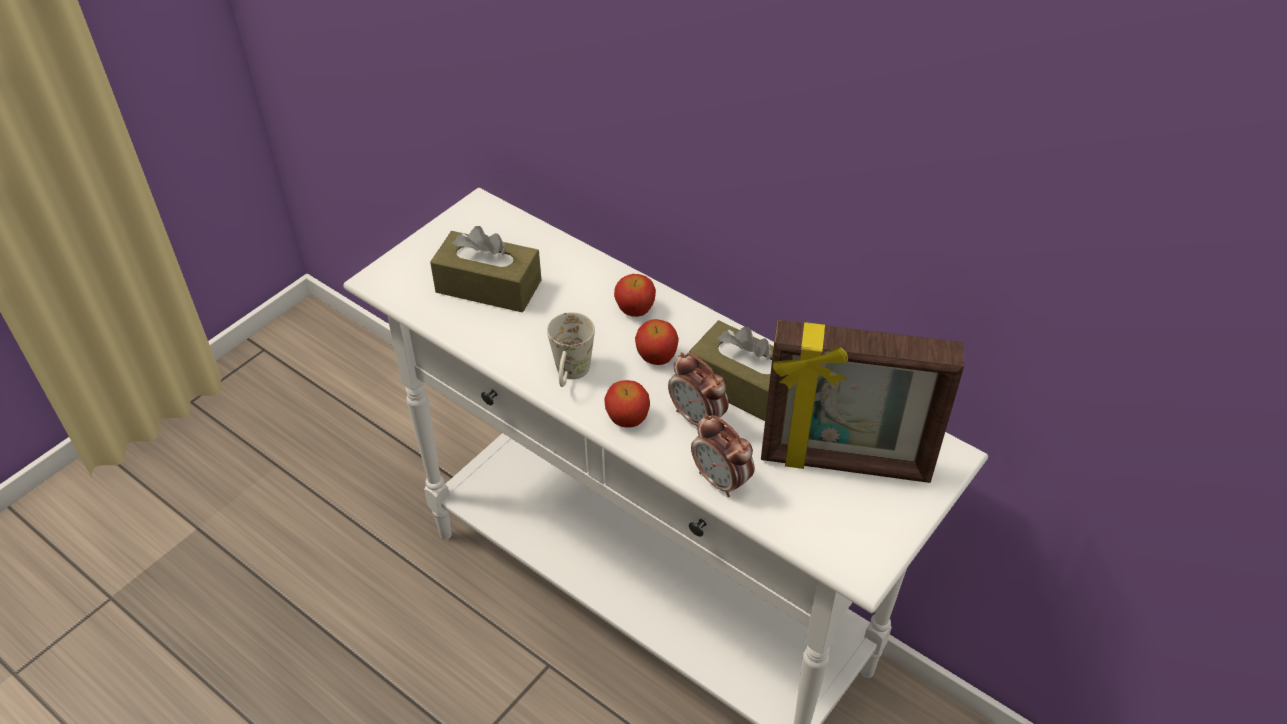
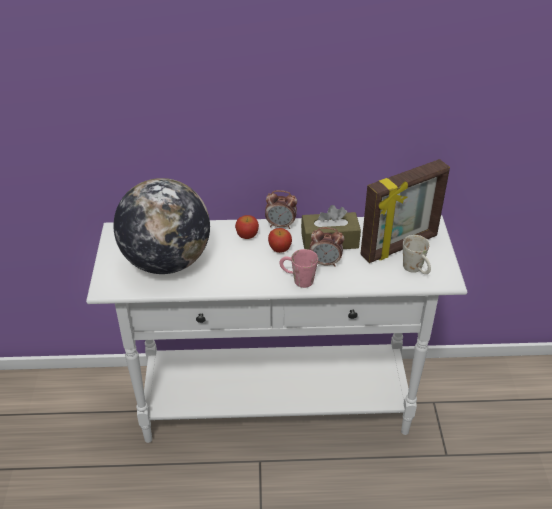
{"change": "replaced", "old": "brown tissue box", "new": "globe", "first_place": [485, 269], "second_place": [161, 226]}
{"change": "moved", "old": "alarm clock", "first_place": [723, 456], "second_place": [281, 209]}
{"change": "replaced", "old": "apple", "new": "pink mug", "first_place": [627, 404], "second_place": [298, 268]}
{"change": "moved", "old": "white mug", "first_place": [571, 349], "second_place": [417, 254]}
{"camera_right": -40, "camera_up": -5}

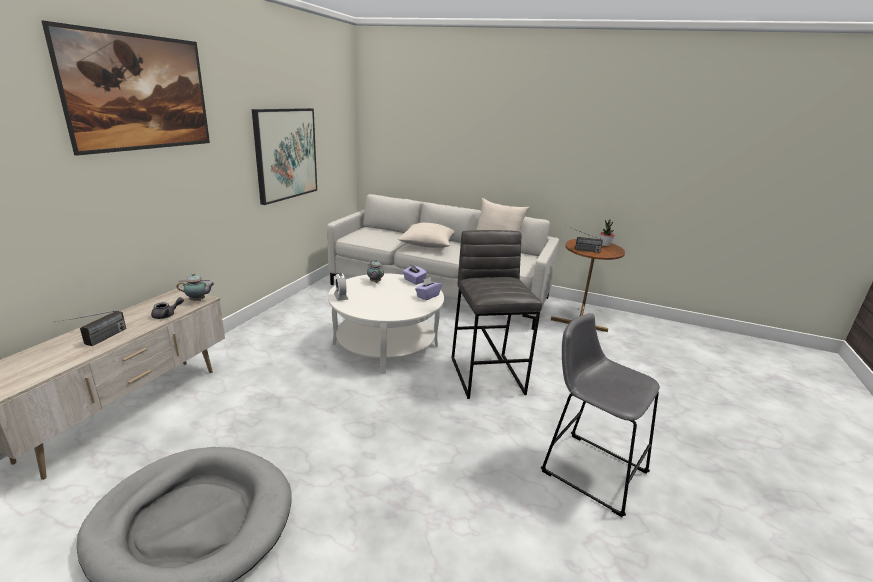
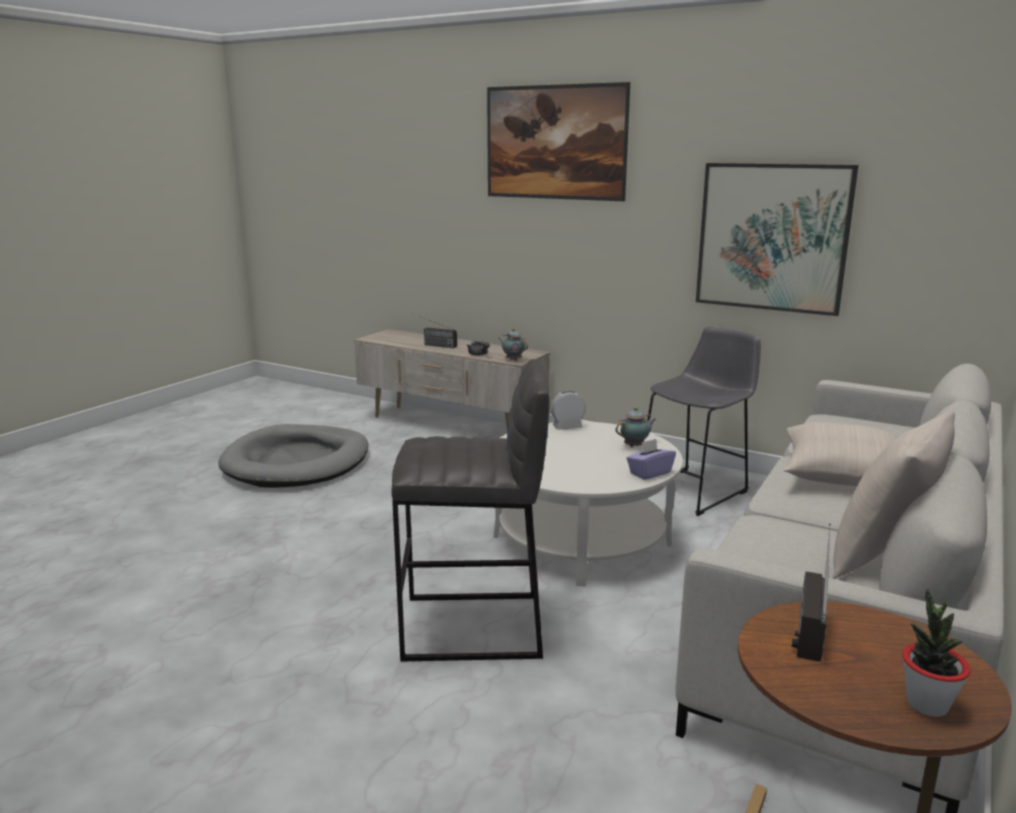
{"change": "turned", "old": "teapot", "first_place": [196, 287], "second_place": [513, 344], "degrees": 135}
{"change": "moved", "old": "grey stool", "first_place": [600, 415], "second_place": [704, 421]}
{"change": "removed", "old": "purple tissue box", "first_place": [428, 288]}
{"camera_right": 100, "camera_up": -5}

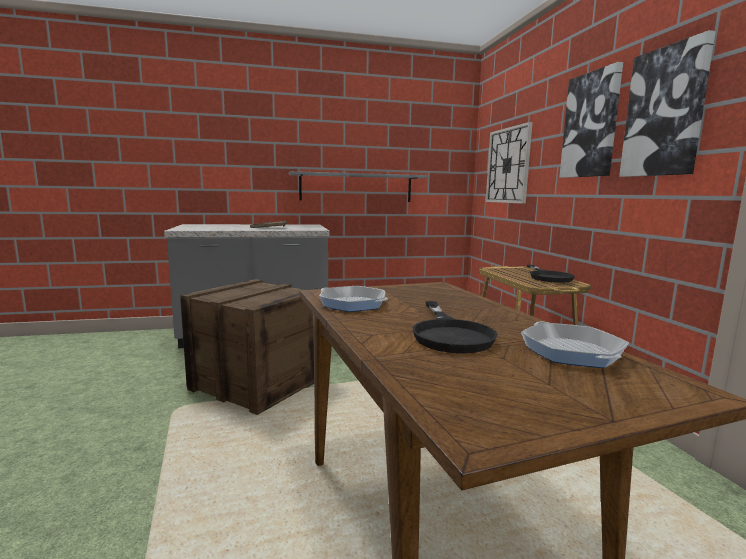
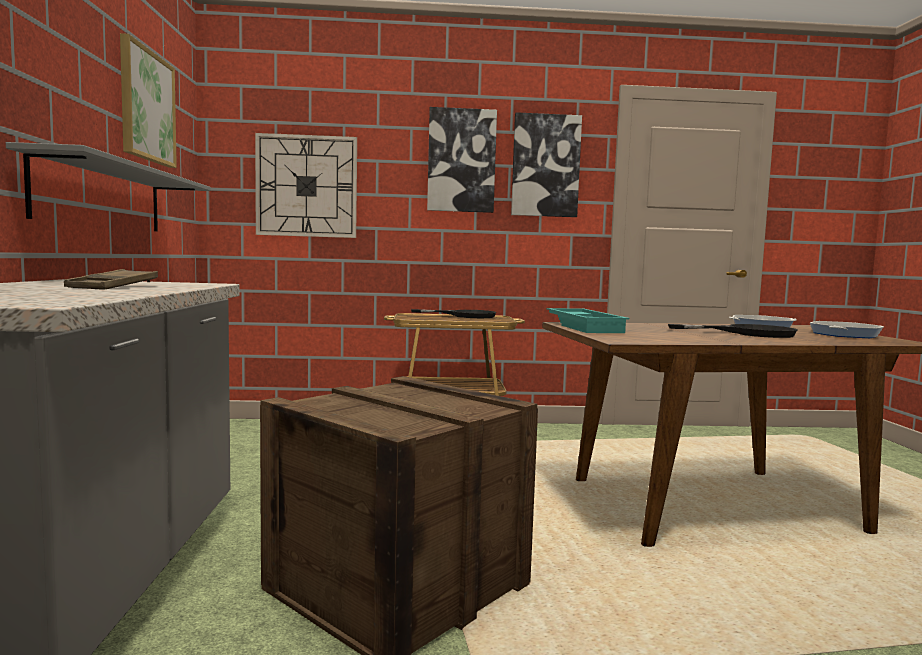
{"change": "added", "new": "picture", "second_place": [148, 100]}
{"change": "added", "new": "turquoise tray", "second_place": [588, 320]}
{"change": "moved", "old": "frying pan", "first_place": [353, 299], "second_place": [847, 329]}
{"camera_right": -80, "camera_up": -5}

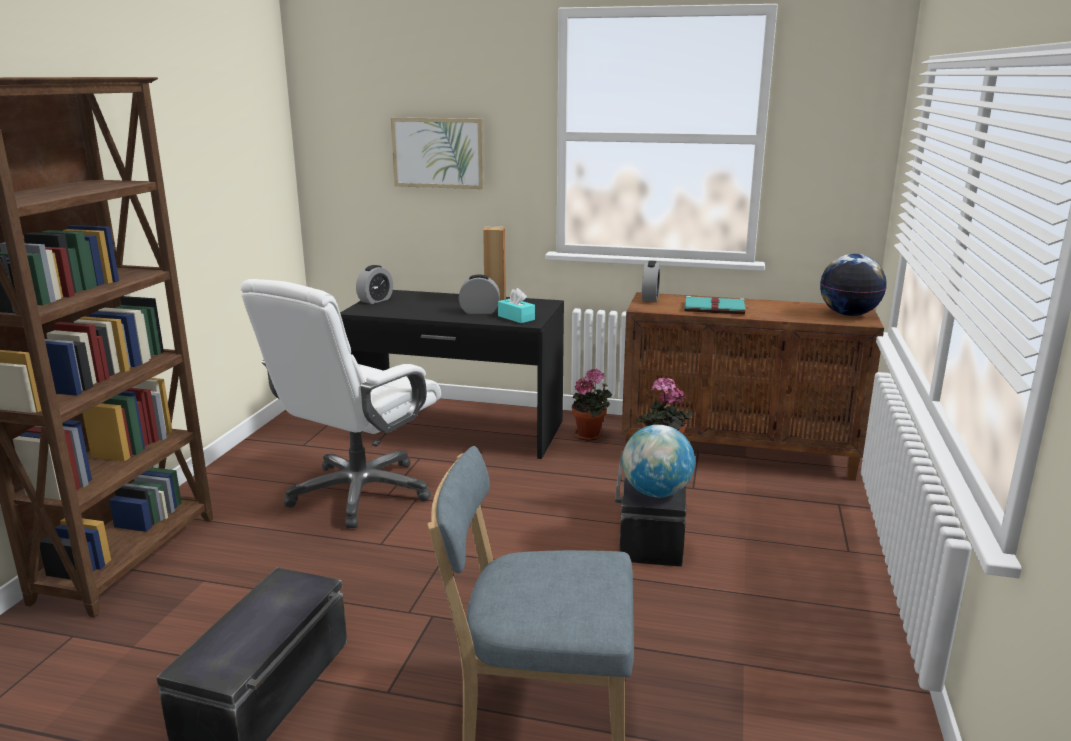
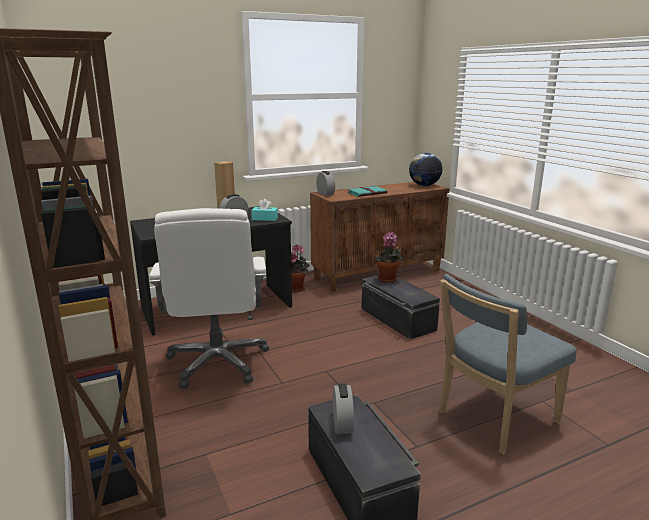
{"change": "moved", "old": "alarm clock", "first_place": [374, 284], "second_place": [343, 408]}
{"change": "removed", "old": "picture", "first_place": [438, 153]}
{"change": "removed", "old": "globe", "first_place": [658, 461]}
{"camera_right": -40, "camera_up": 0}

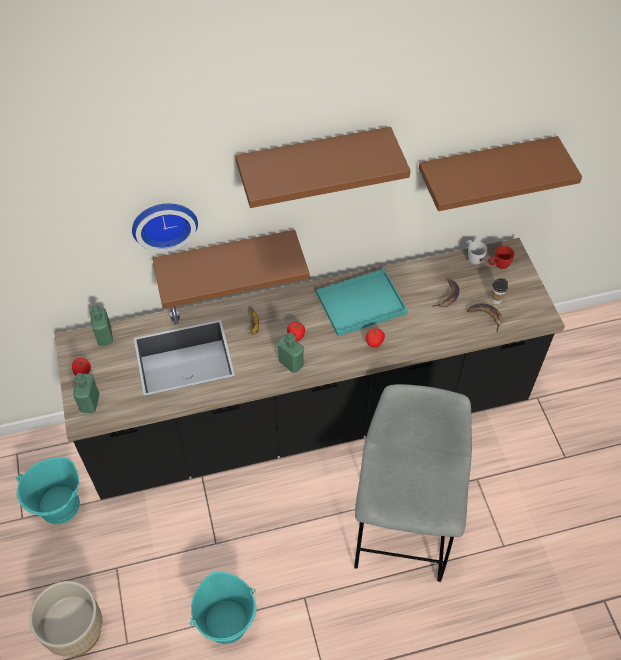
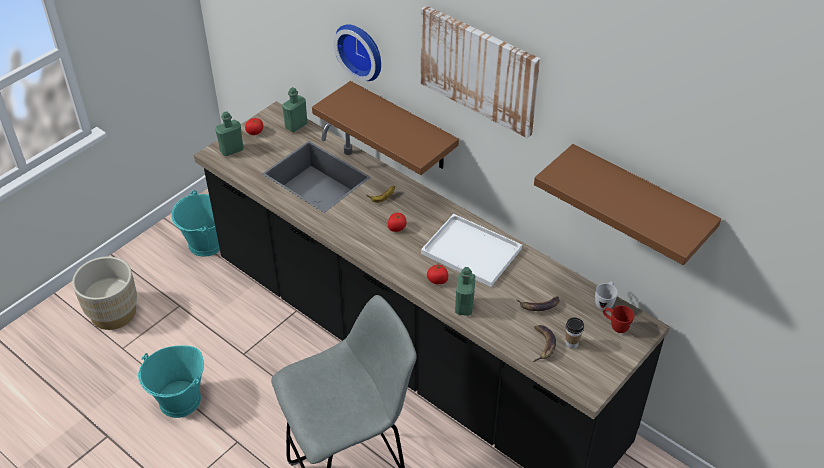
{"change": "replaced", "old": "brown shelf", "new": "picture", "first_place": [323, 167], "second_place": [480, 72]}
{"change": "recoloured", "old": "turquoise tray", "new": "white tray", "first_place": [362, 302], "second_place": [471, 250]}
{"change": "moved", "old": "green bottle", "first_place": [290, 352], "second_place": [465, 291]}
{"camera_right": 55, "camera_up": -10}

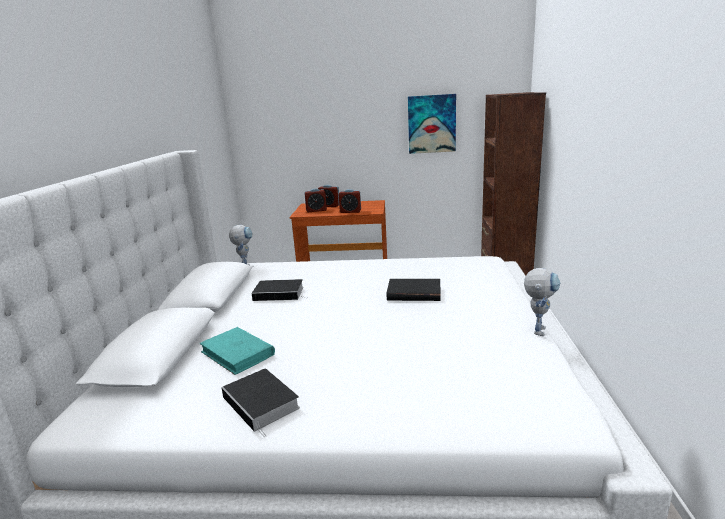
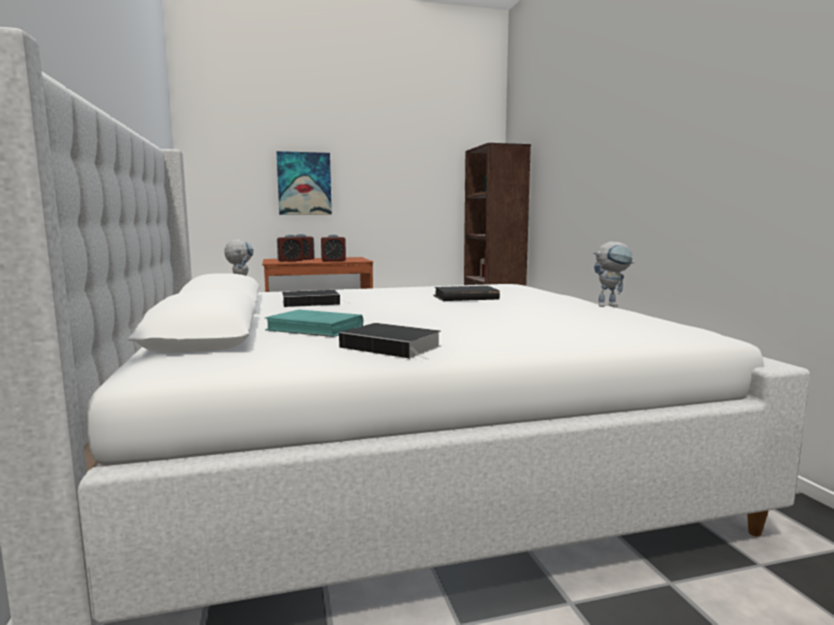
{"change": "moved", "old": "picture", "first_place": [432, 124], "second_place": [304, 183]}
{"change": "turned", "old": "toy robot", "first_place": [542, 302], "second_place": [613, 274], "degrees": 75}
{"camera_right": -20, "camera_up": -10}

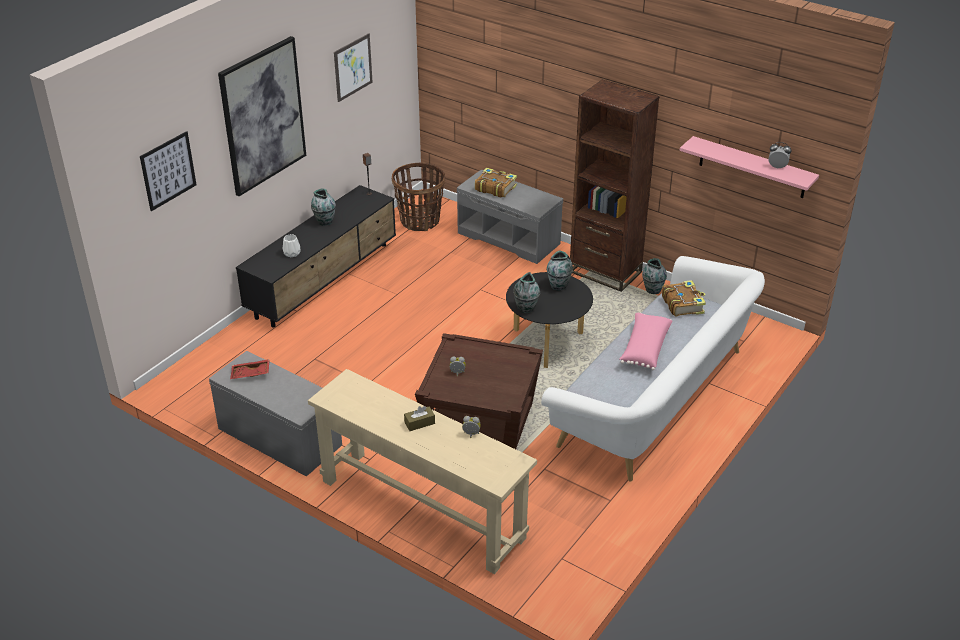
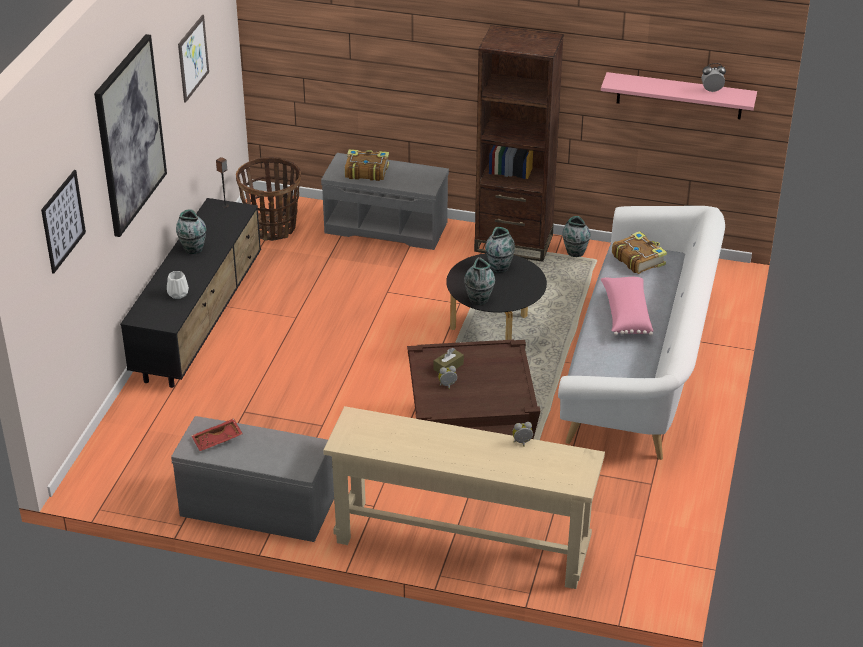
{"change": "moved", "old": "brown tissue box", "first_place": [419, 418], "second_place": [449, 360]}
{"camera_right": -20, "camera_up": 0}

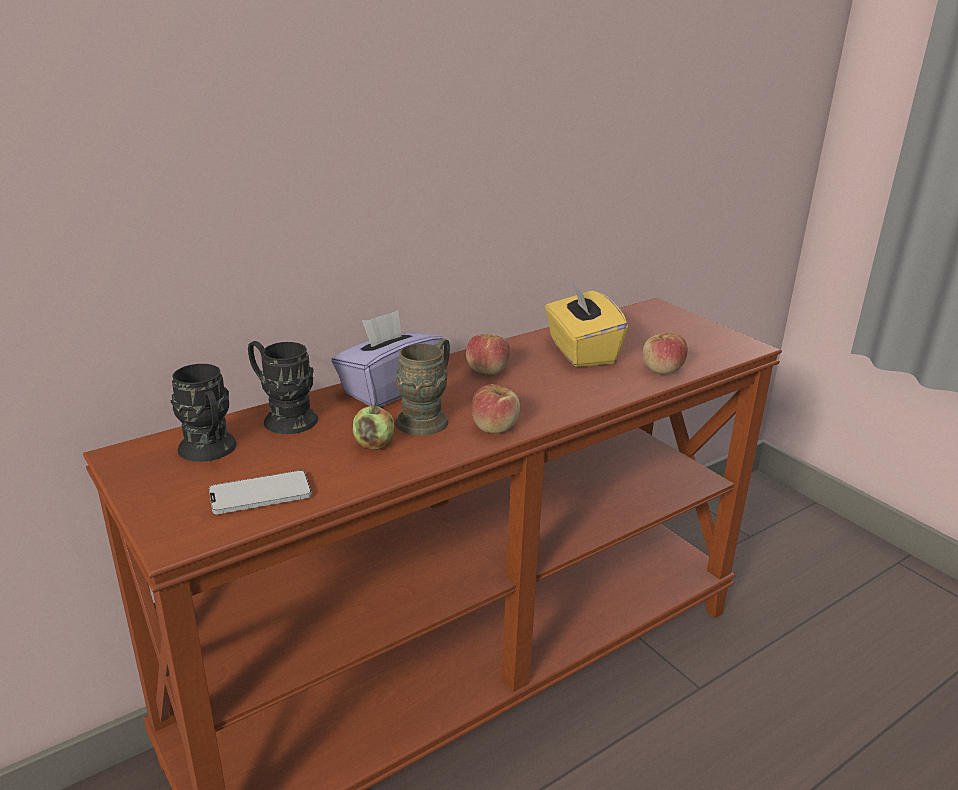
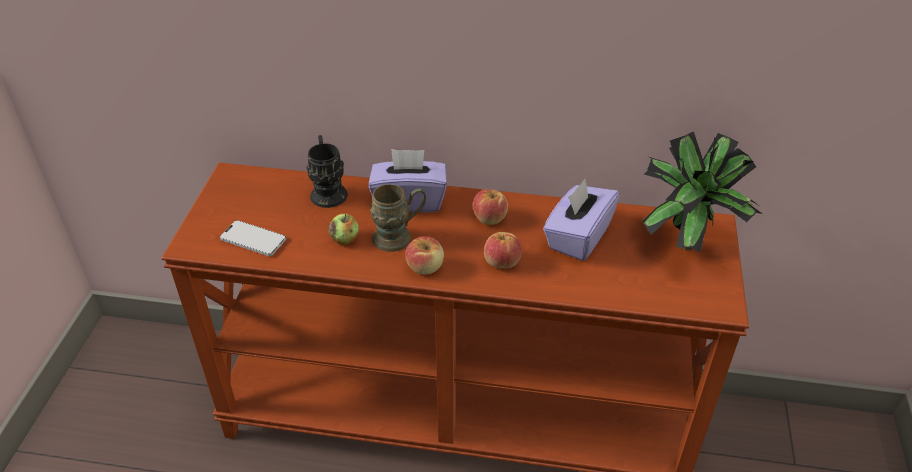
{"change": "moved", "old": "apple", "first_place": [665, 353], "second_place": [503, 250]}
{"change": "recoloured", "old": "yellow tissue box", "new": "purple tissue box", "first_place": [586, 324], "second_place": [581, 220]}
{"change": "added", "new": "potted plant", "second_place": [702, 192]}
{"change": "removed", "old": "black mug", "first_place": [204, 413]}
{"camera_right": 45, "camera_up": 15}

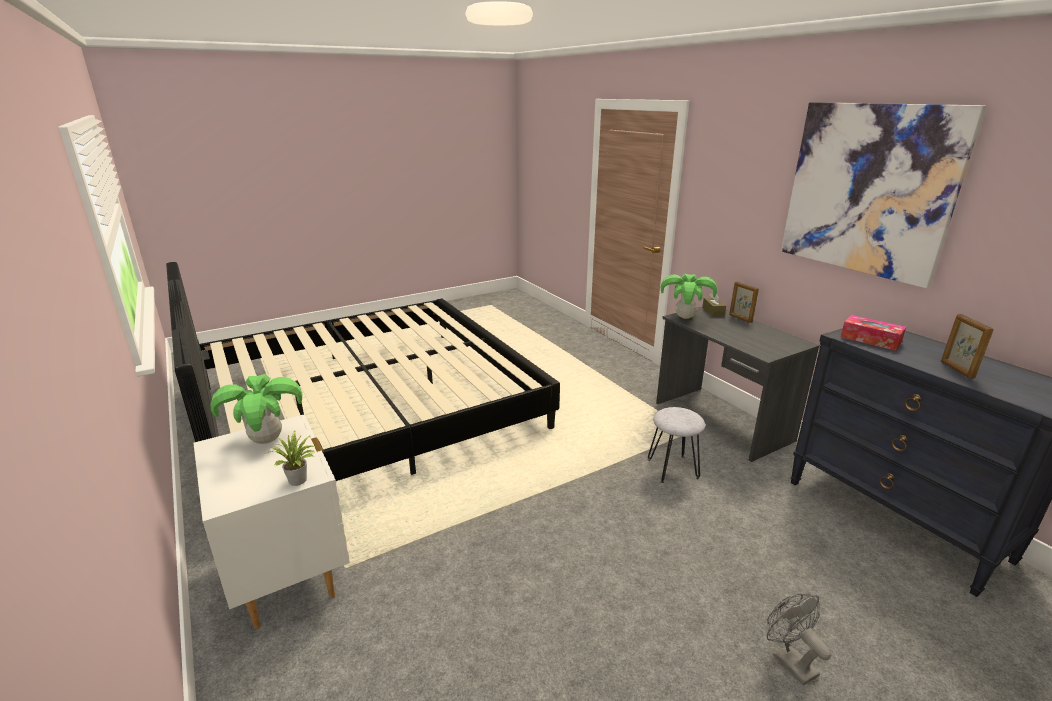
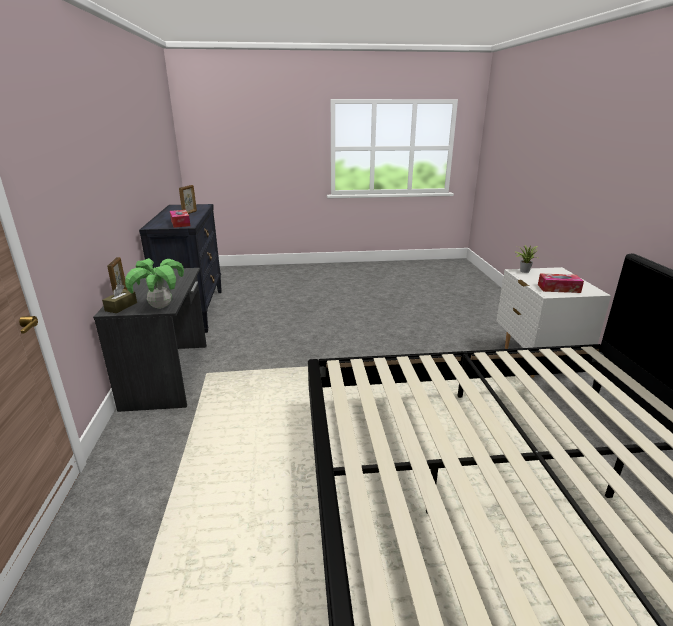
{"change": "replaced", "old": "potted plant", "new": "tissue box", "first_place": [256, 409], "second_place": [561, 283]}
{"change": "removed", "old": "grey stool", "first_place": [676, 445]}
{"change": "removed", "old": "grey fan", "first_place": [798, 639]}
{"change": "removed", "old": "picture", "first_place": [883, 195]}
{"camera_right": -155, "camera_up": 0}

